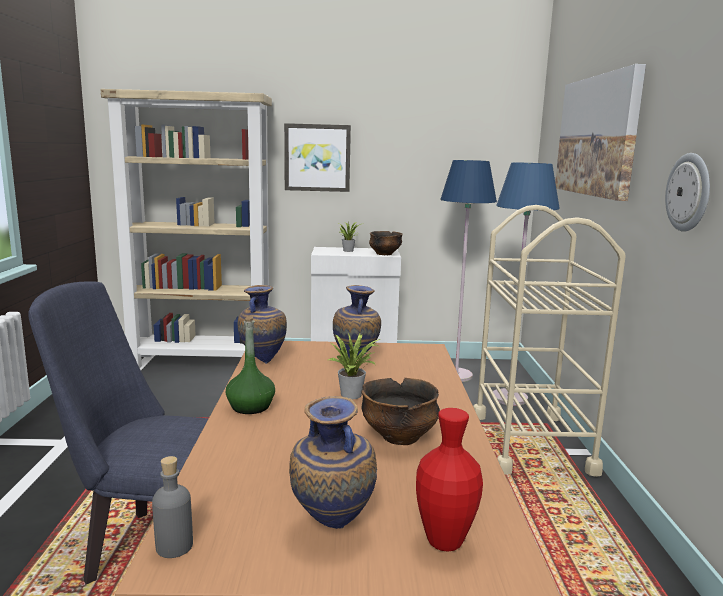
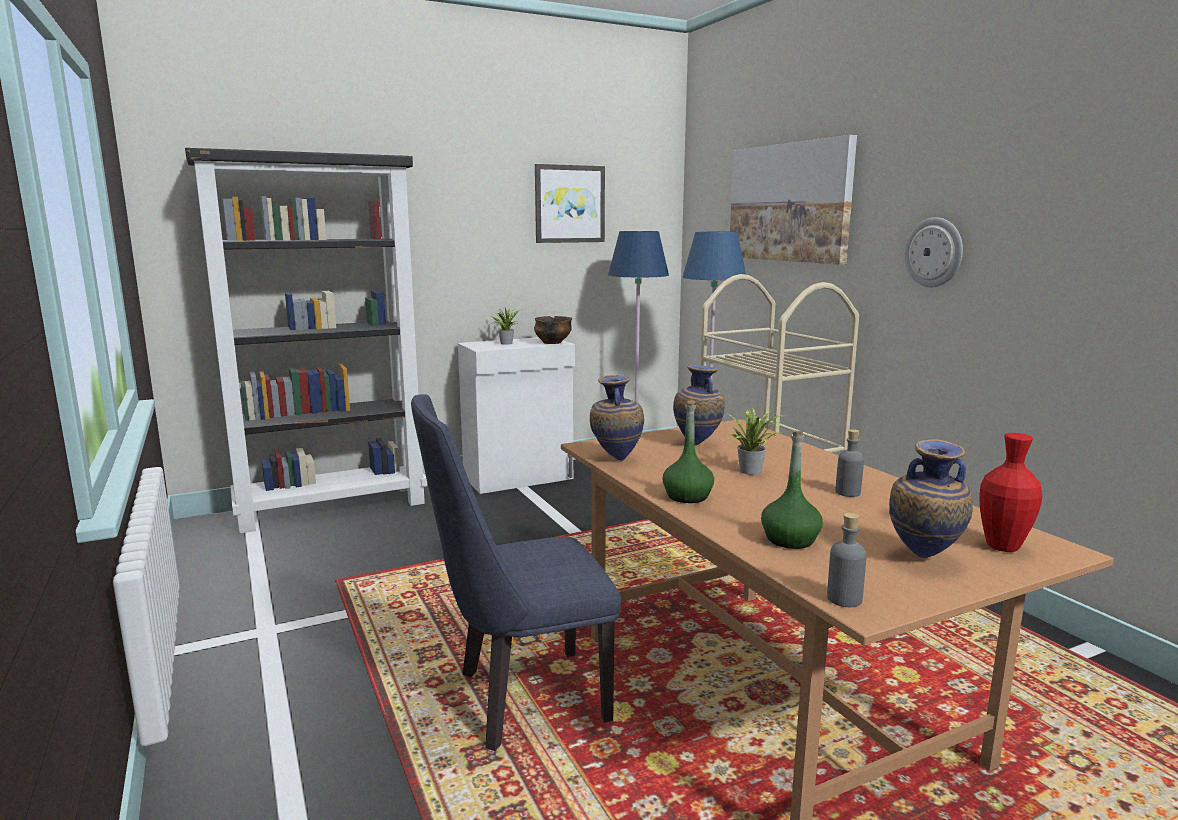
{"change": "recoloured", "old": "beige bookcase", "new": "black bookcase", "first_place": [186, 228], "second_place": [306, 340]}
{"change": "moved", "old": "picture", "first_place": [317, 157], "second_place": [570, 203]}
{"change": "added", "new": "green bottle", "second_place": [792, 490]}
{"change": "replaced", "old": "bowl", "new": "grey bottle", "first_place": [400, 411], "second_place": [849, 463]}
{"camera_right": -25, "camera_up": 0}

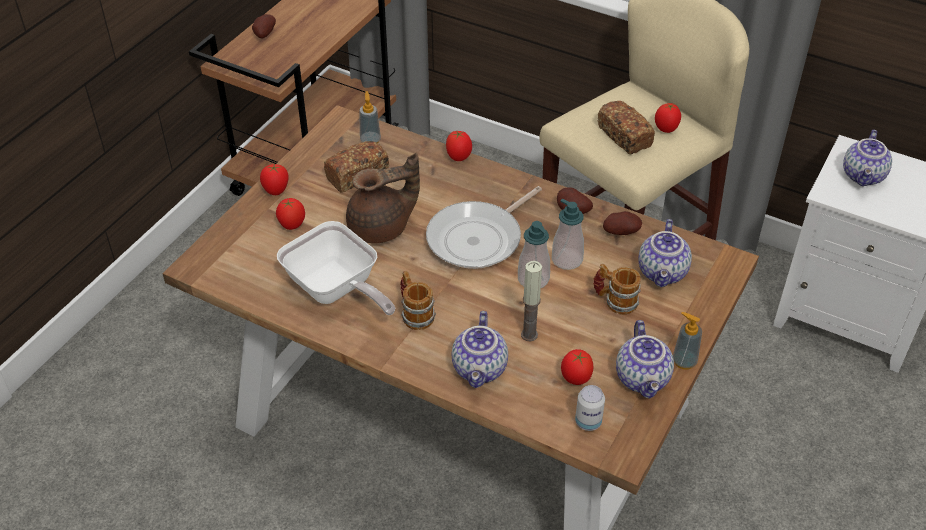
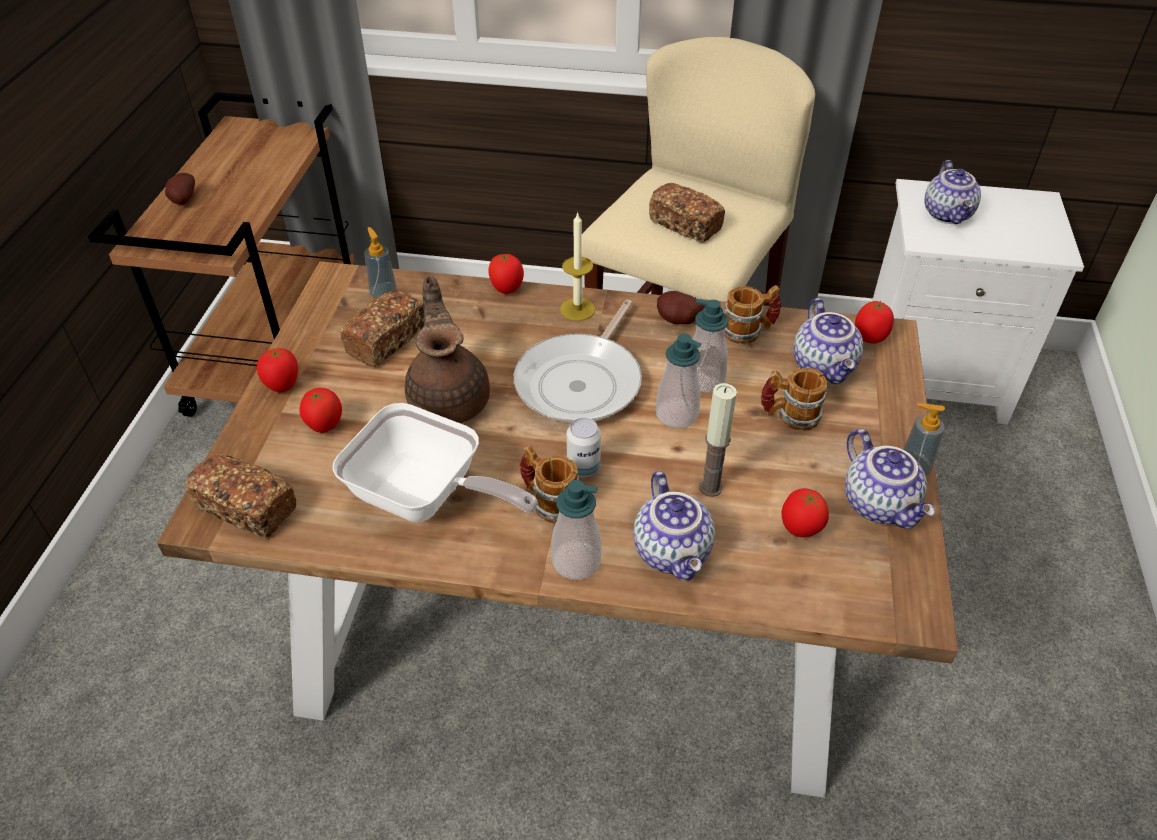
{"change": "added", "new": "bread", "second_place": [240, 496]}
{"change": "turned", "old": "brown teapot", "first_place": [383, 198], "second_place": [447, 349], "degrees": -60}
{"change": "added", "new": "soap dispenser", "second_place": [576, 530]}
{"change": "added", "new": "candle", "second_place": [577, 266]}
{"change": "moved", "old": "can", "first_place": [590, 408], "second_place": [583, 447]}
{"change": "replaced", "old": "potato", "new": "mug", "first_place": [622, 223], "second_place": [753, 314]}
{"change": "moved", "old": "tomato", "first_place": [668, 118], "second_place": [874, 322]}
{"camera_right": -20, "camera_up": 0}

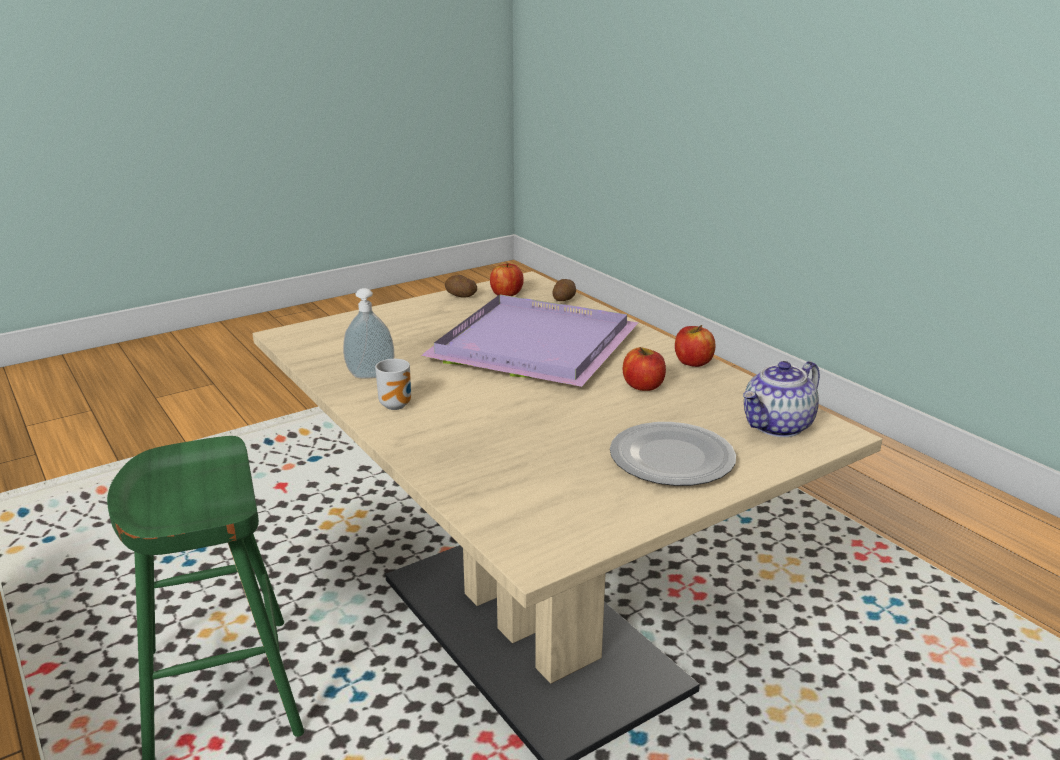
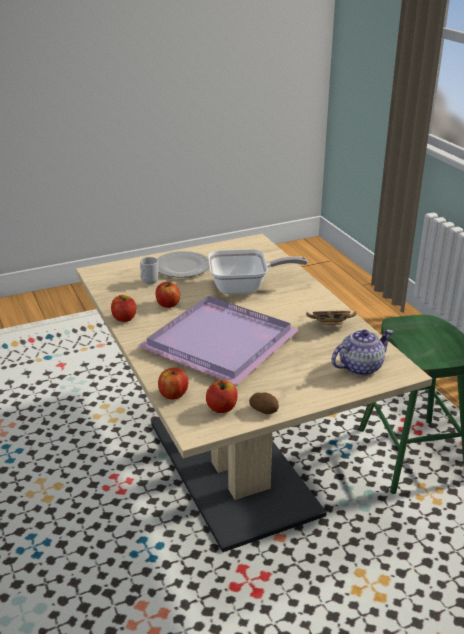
{"change": "moved", "old": "mug", "first_place": [393, 384], "second_place": [149, 270]}
{"change": "replaced", "old": "potato", "new": "apple", "first_place": [564, 290], "second_place": [173, 383]}
{"change": "added", "new": "frying pan", "second_place": [258, 271]}
{"change": "replaced", "old": "soap dispenser", "new": "bowl", "first_place": [368, 333], "second_place": [331, 318]}
{"change": "moved", "old": "teapot", "first_place": [781, 399], "second_place": [362, 353]}
{"camera_right": -170, "camera_up": 5}

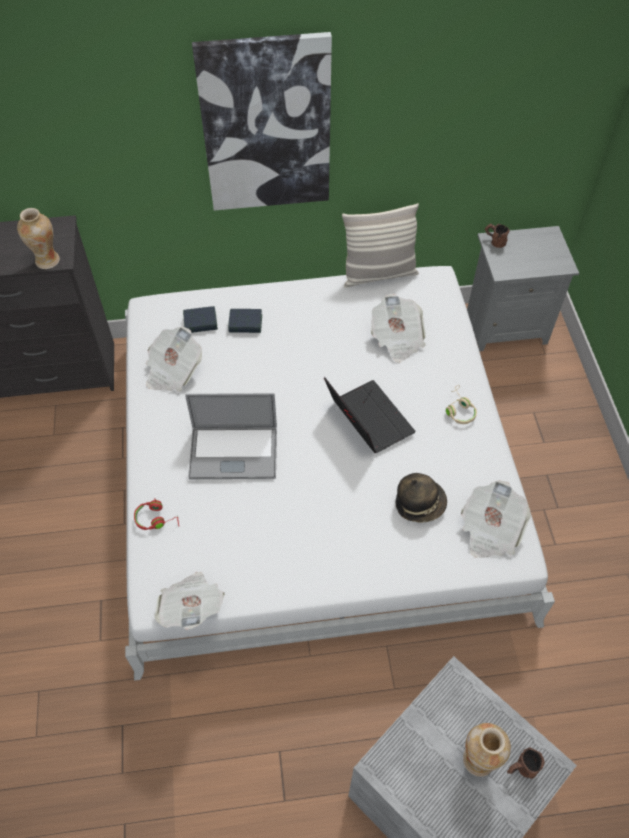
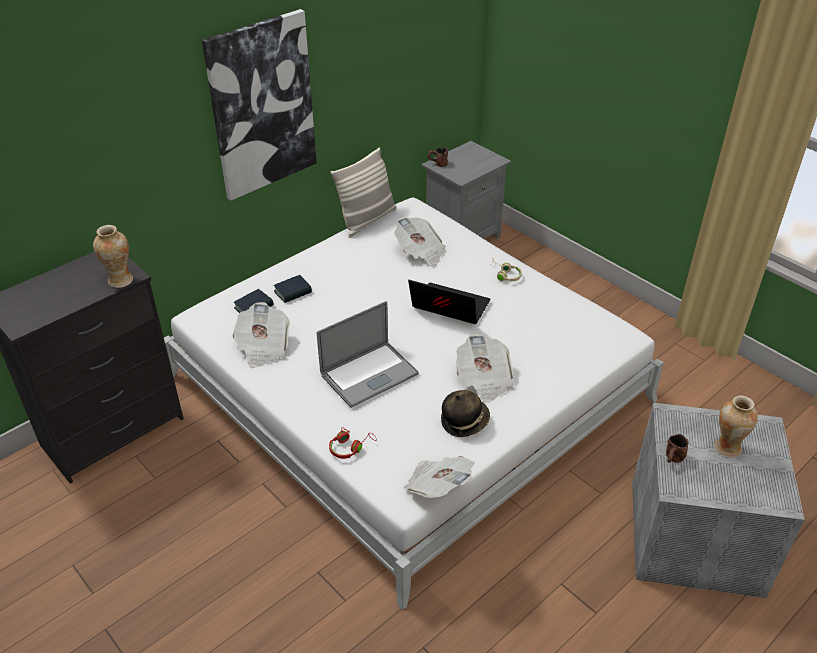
{"change": "moved", "old": "hat", "first_place": [421, 498], "second_place": [465, 413]}
{"change": "moved", "old": "newspaper", "first_place": [496, 519], "second_place": [485, 368]}
{"change": "moved", "old": "brown mug", "first_place": [526, 763], "second_place": [677, 448]}
{"camera_right": -35, "camera_up": -15}

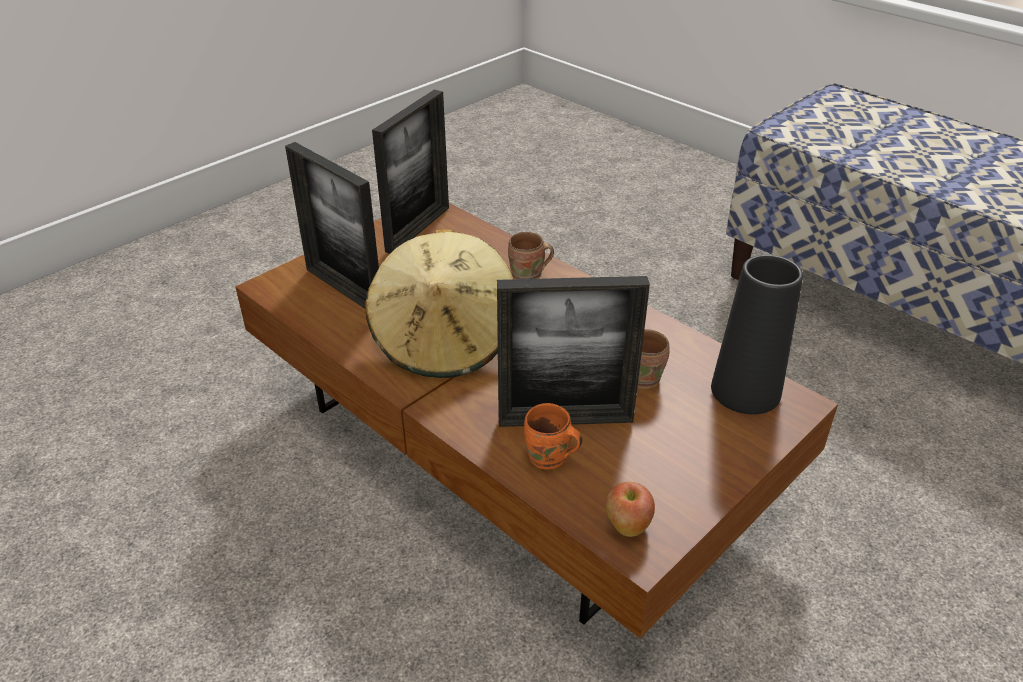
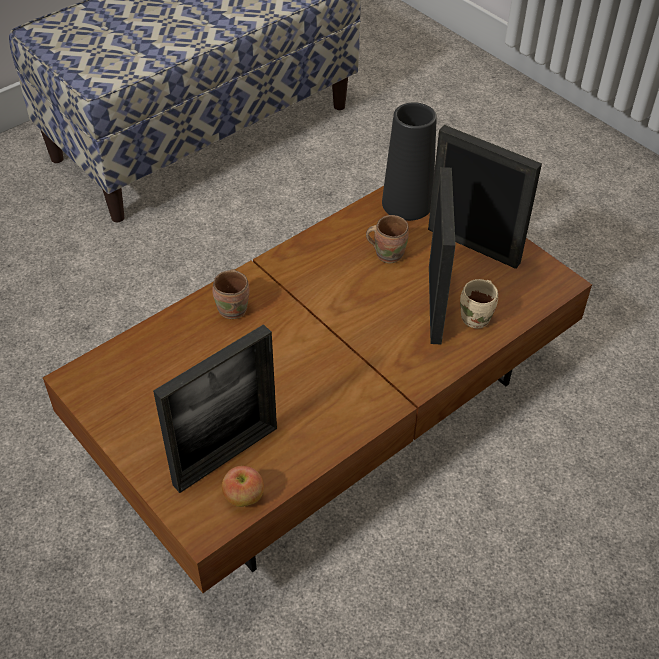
{"change": "moved", "old": "apple", "first_place": [630, 509], "second_place": [243, 486]}
{"change": "moved", "old": "picture frame", "first_place": [410, 172], "second_place": [485, 197]}
{"change": "recoloured", "old": "orange mug", "new": "beige mug", "first_place": [553, 436], "second_place": [479, 303]}
{"change": "removed", "old": "beige hat", "first_place": [439, 303]}
{"camera_right": -85, "camera_up": 10}

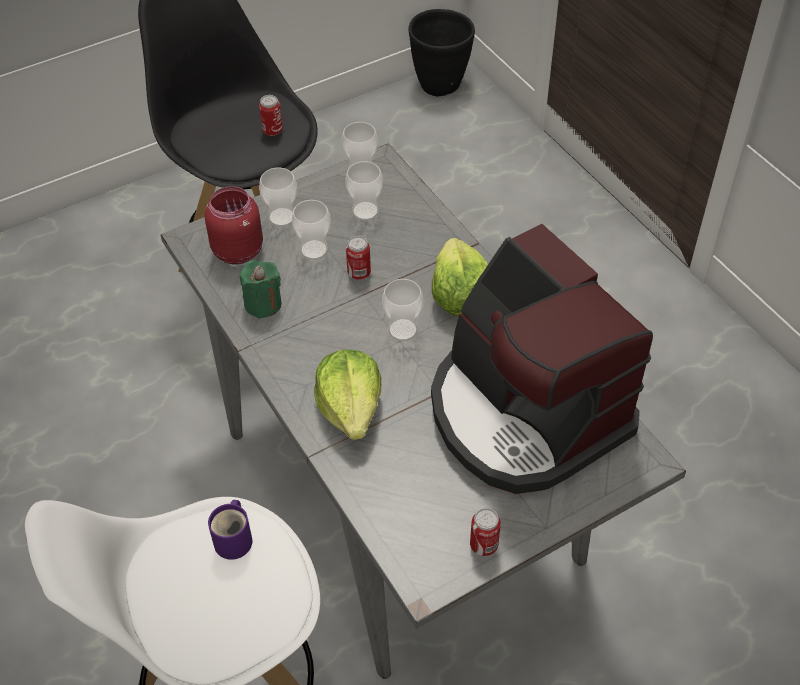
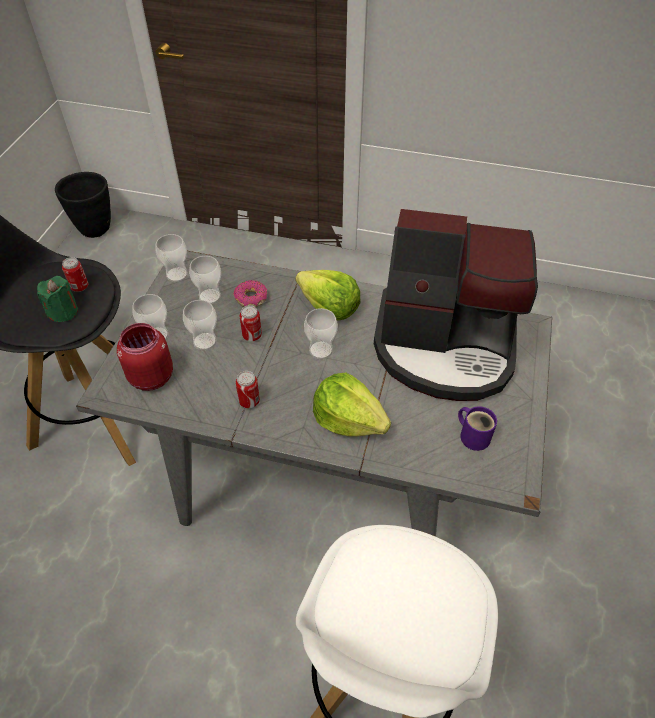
{"change": "moved", "old": "green candle", "first_place": [261, 289], "second_place": [57, 299]}
{"change": "added", "new": "donut", "second_place": [250, 293]}
{"change": "moved", "old": "can", "first_place": [485, 532], "second_place": [248, 389]}
{"change": "moved", "old": "purple mug", "first_place": [230, 530], "second_place": [477, 428]}
{"camera_right": -45, "camera_up": 0}

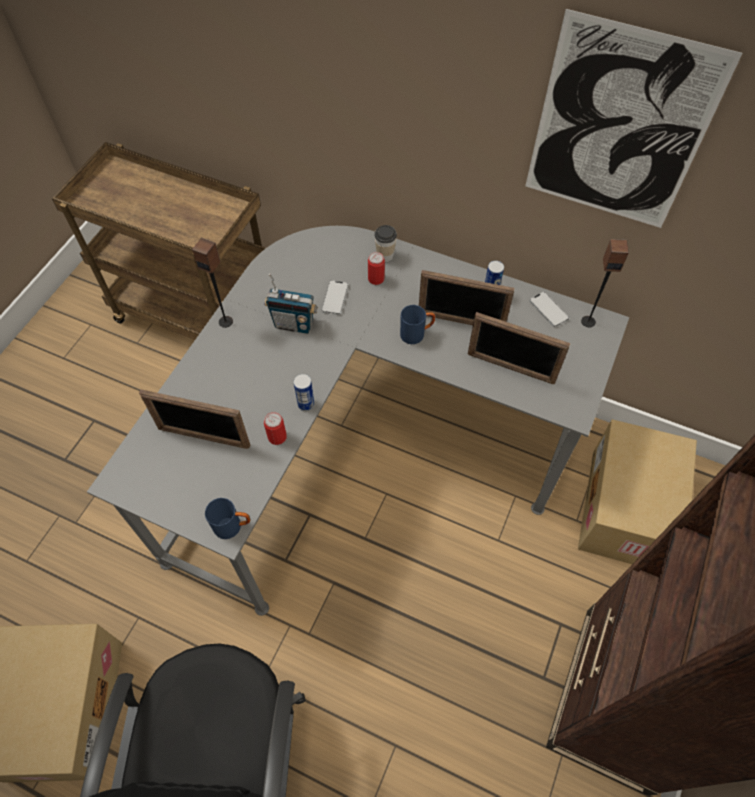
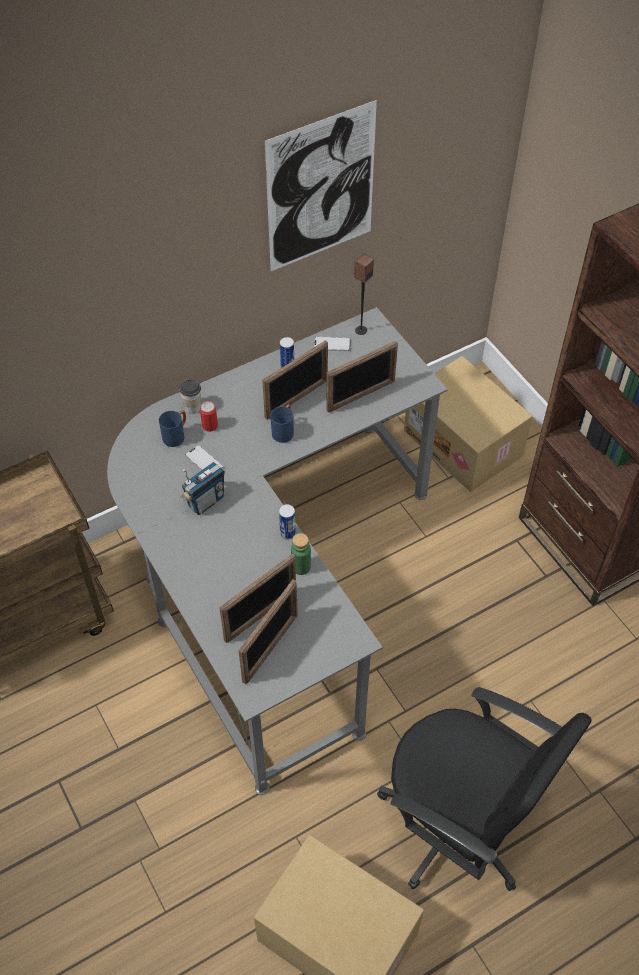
{"change": "moved", "old": "blue mug", "first_place": [228, 518], "second_place": [172, 428]}
{"change": "added", "new": "picture frame", "second_place": [268, 631]}
{"change": "replaced", "old": "can", "new": "green bottle", "first_place": [275, 428], "second_place": [301, 554]}
{"change": "removed", "old": "speaker", "first_place": [212, 283]}
{"camera_right": -55, "camera_up": -5}

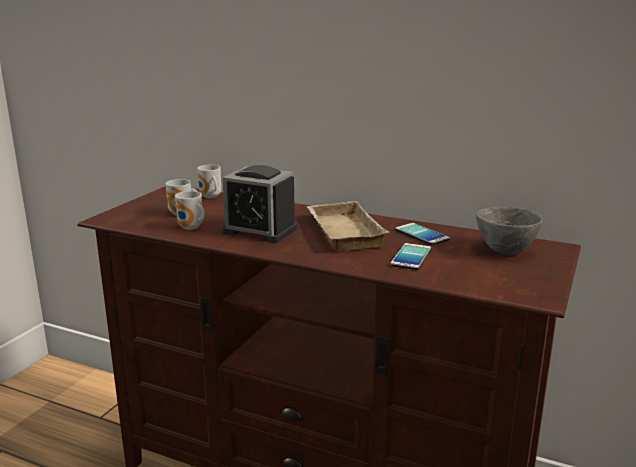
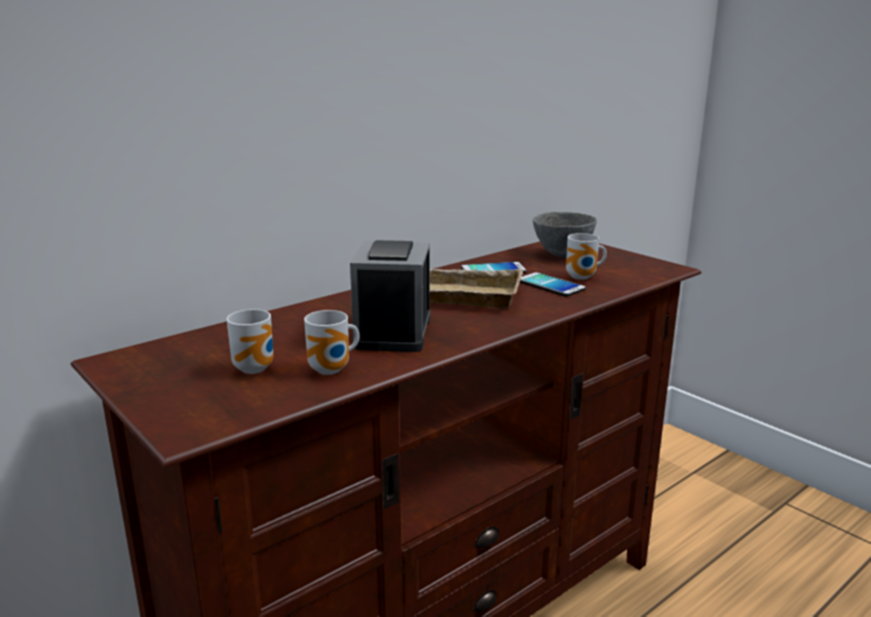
{"change": "turned", "old": "alarm clock", "first_place": [259, 203], "second_place": [390, 296], "degrees": 135}
{"change": "moved", "old": "mug", "first_place": [209, 181], "second_place": [586, 256]}
{"camera_right": -65, "camera_up": 0}

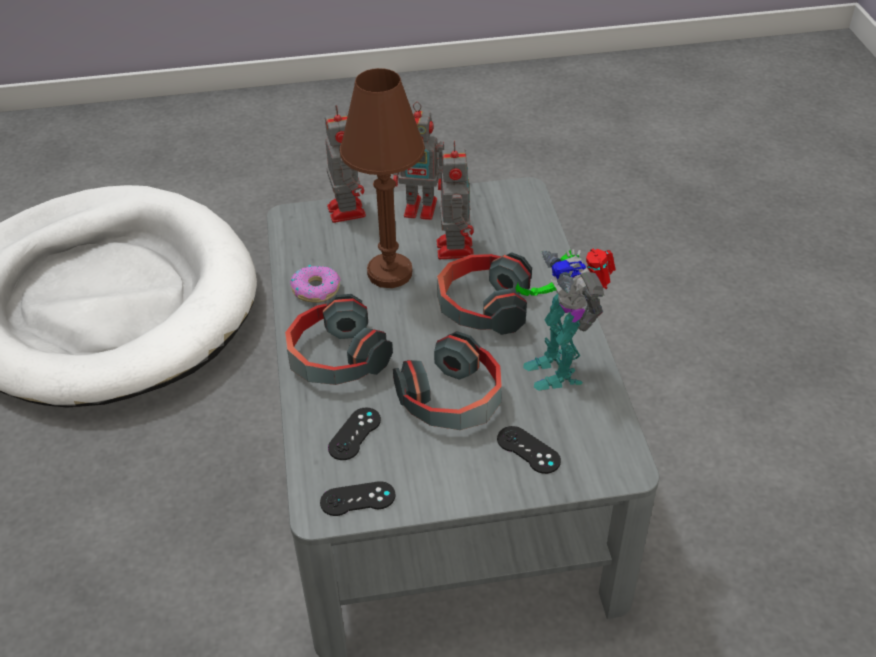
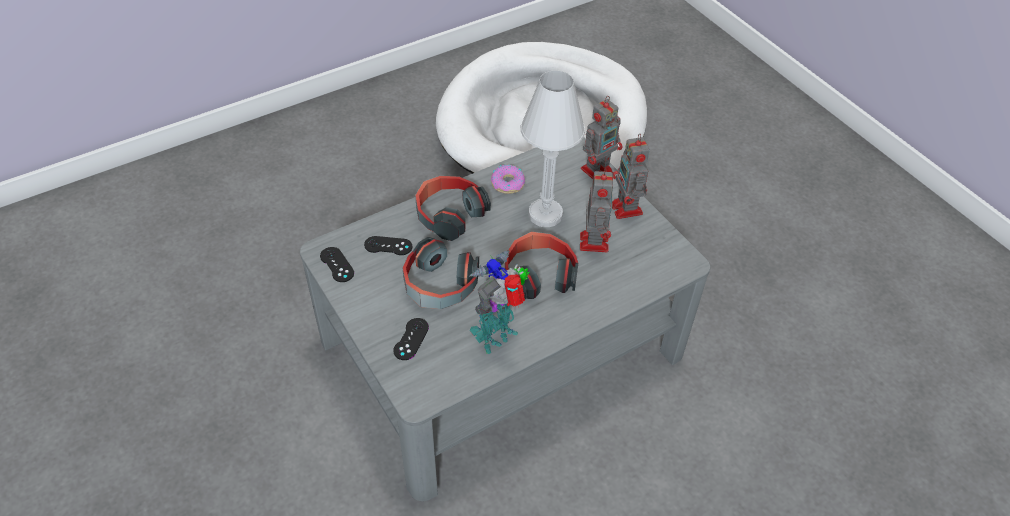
{"change": "recoloured", "old": "brown table lamp", "new": "white table lamp", "first_place": [382, 178], "second_place": [552, 148]}
{"change": "turned", "old": "toy robot", "first_place": [455, 200], "second_place": [596, 210], "degrees": -60}
{"camera_right": 65, "camera_up": 5}

